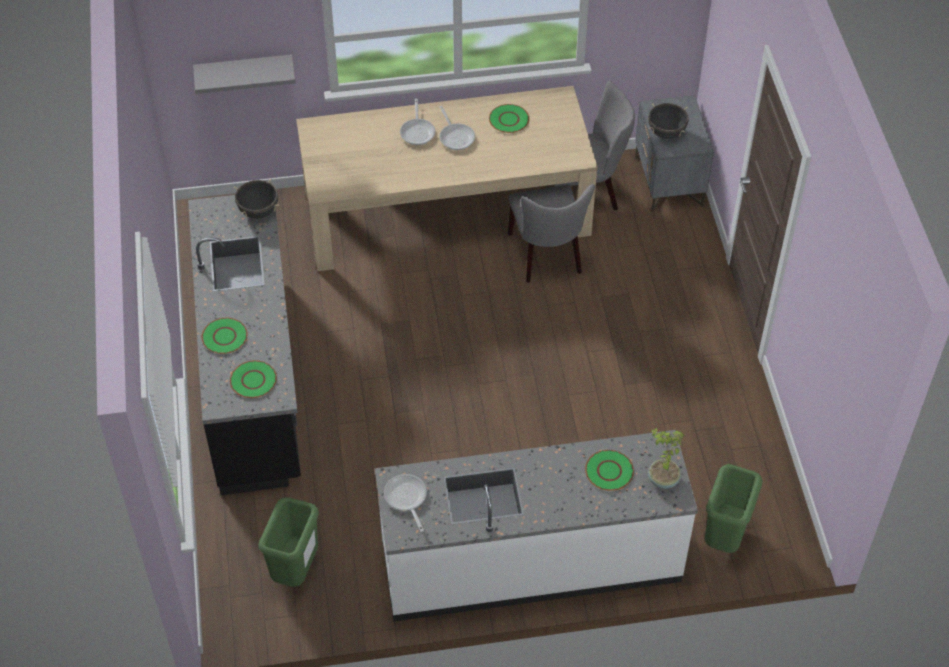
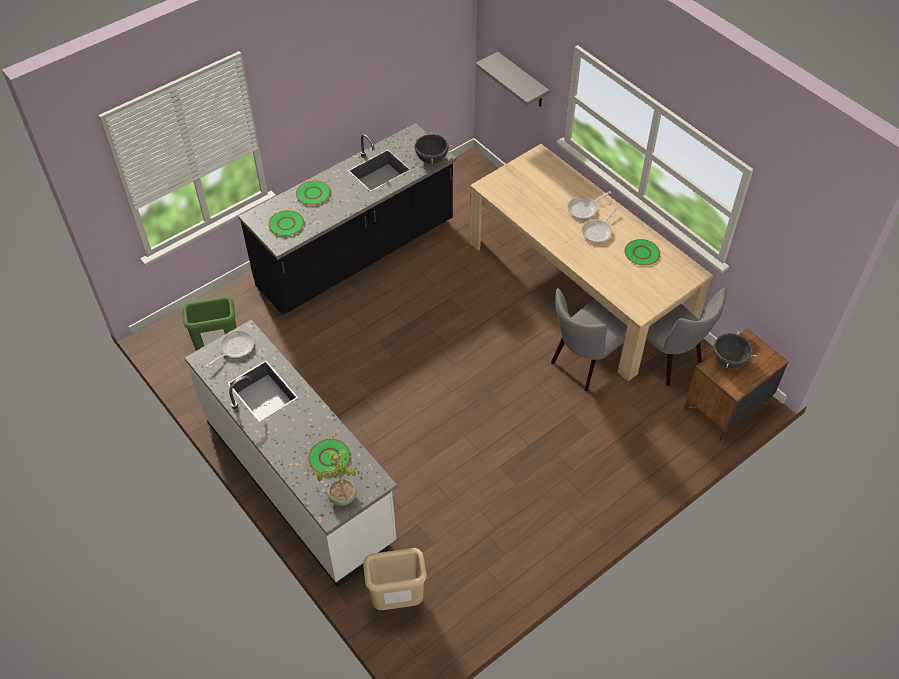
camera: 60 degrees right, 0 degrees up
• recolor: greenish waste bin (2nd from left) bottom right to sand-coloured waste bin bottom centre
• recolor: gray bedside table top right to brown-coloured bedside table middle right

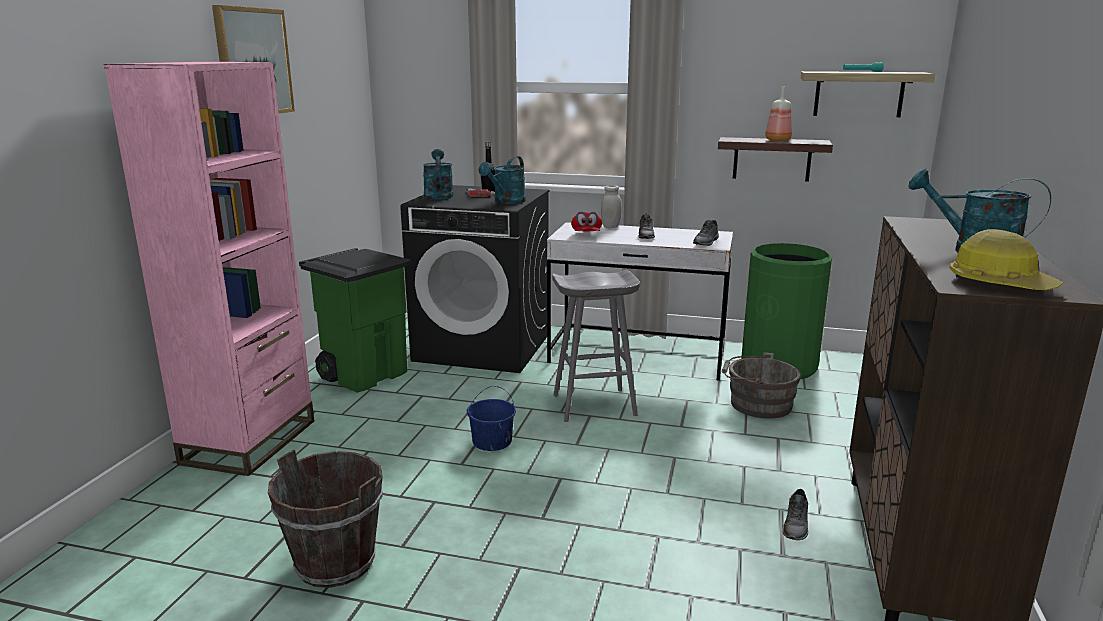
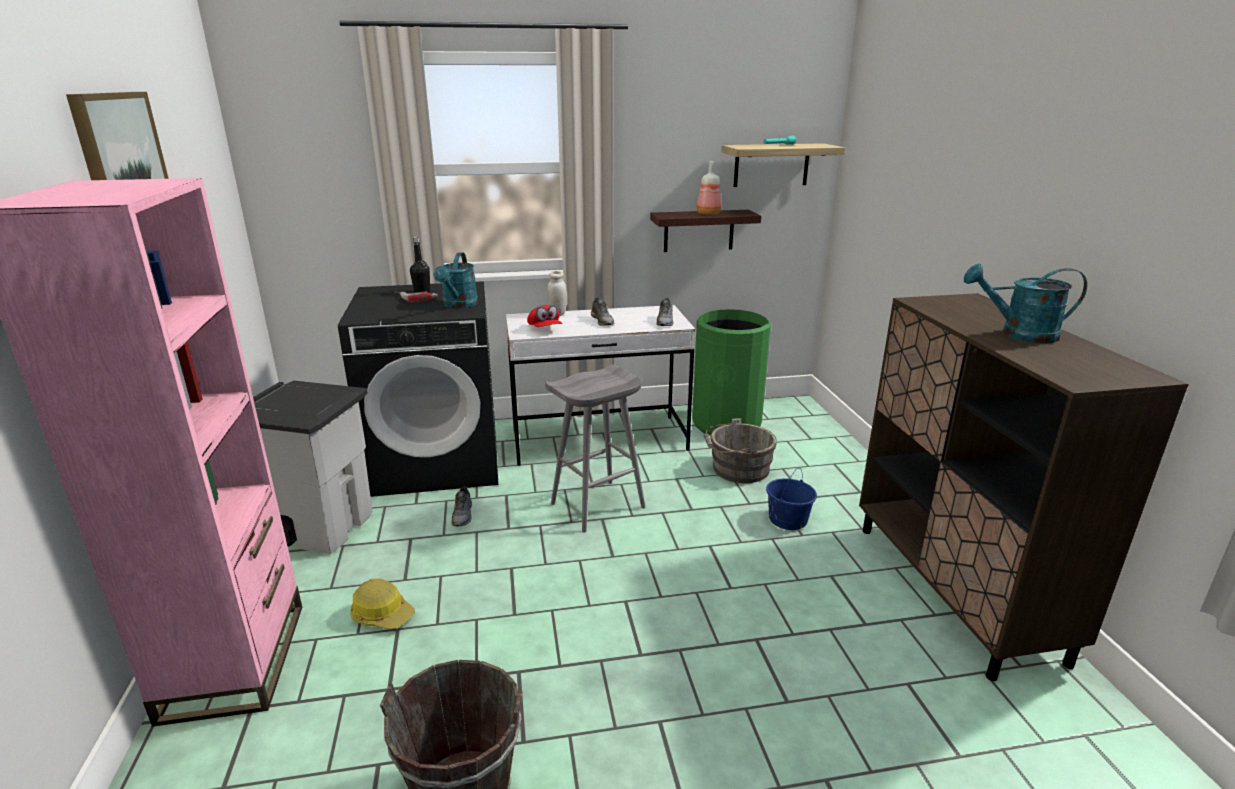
camera: 25 degrees left, 5 degrees up
• recolor: greenish waste bin (1st from left) middle left to gray waste bin middle left
• move: hard hat middle right to bottom left
• move: gray shoe (3rd from left in the first image) bottom right to gray shoe (1st from left) centre
• move: bluish water bucket bottom centre to centre
• delete: turquoise watering can (1st from left) top centre

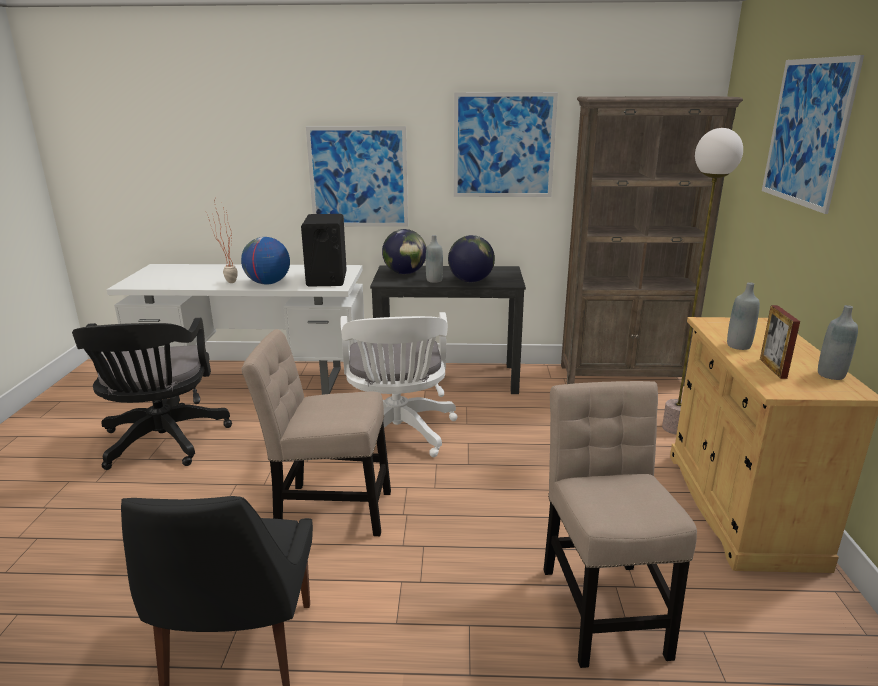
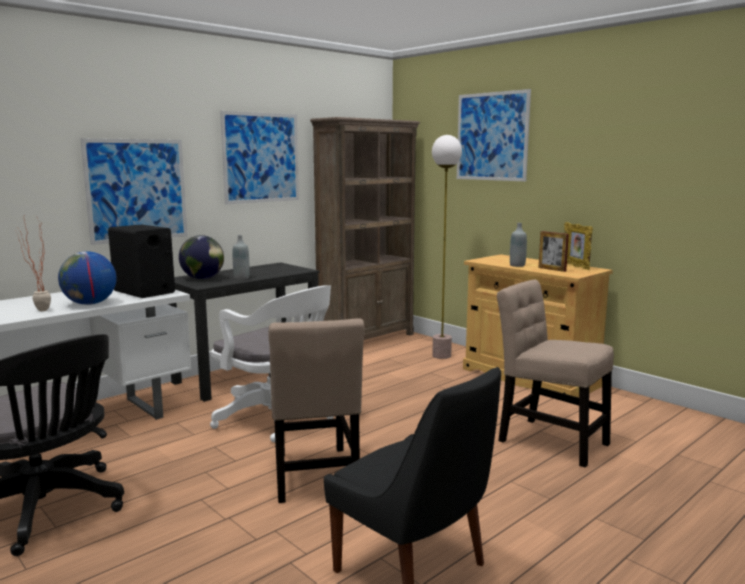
camera: 45 degrees left, 10 degrees down
• rotate: sand-coloured chair (1st from left) centre = bottom centre 60 degrees counterclockwise
• replace: gray drink bottle (3rd from left) middle right to photo frame (2nd from left) middle right
• delete: world globe (3rd from left) centre

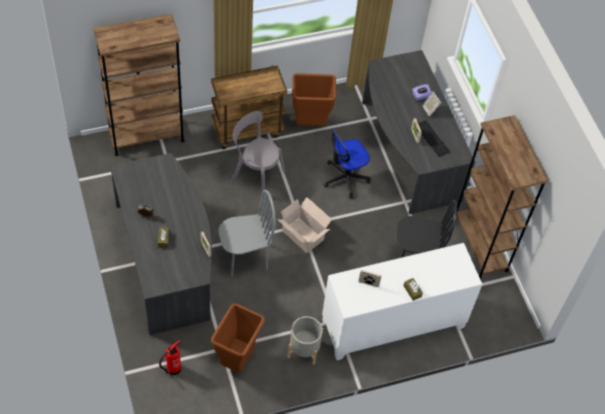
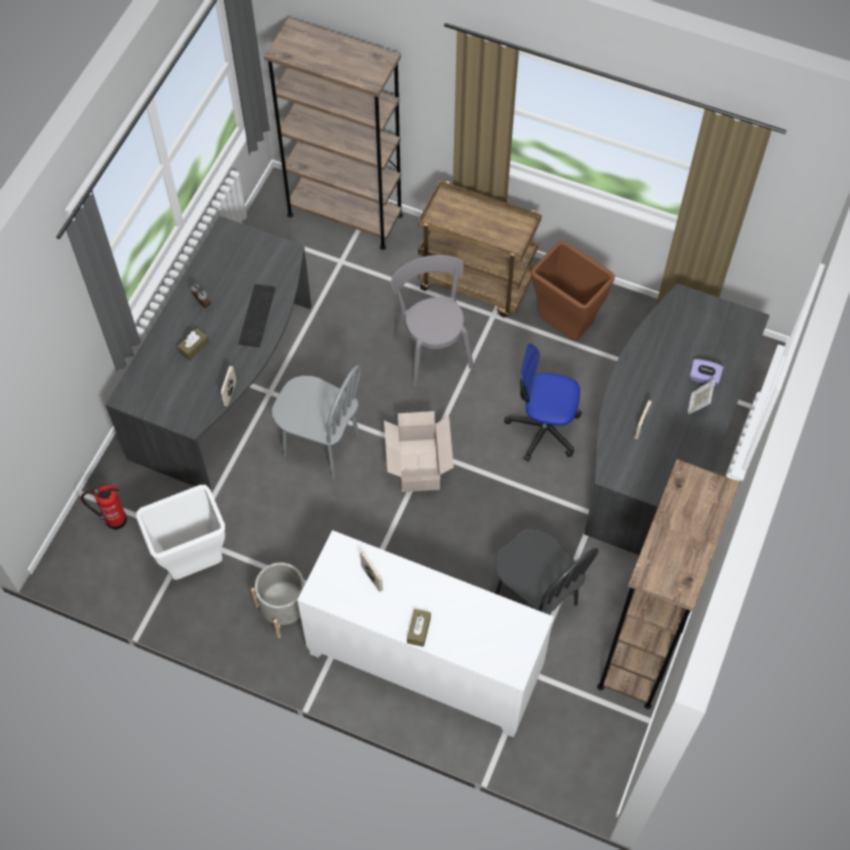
camera: 45 degrees right, 5 degrees up
• recolor: brown-coloured waste bin (1st from left) bottom centre to white waste bin middle left
• move: keyboard middle right to middle left

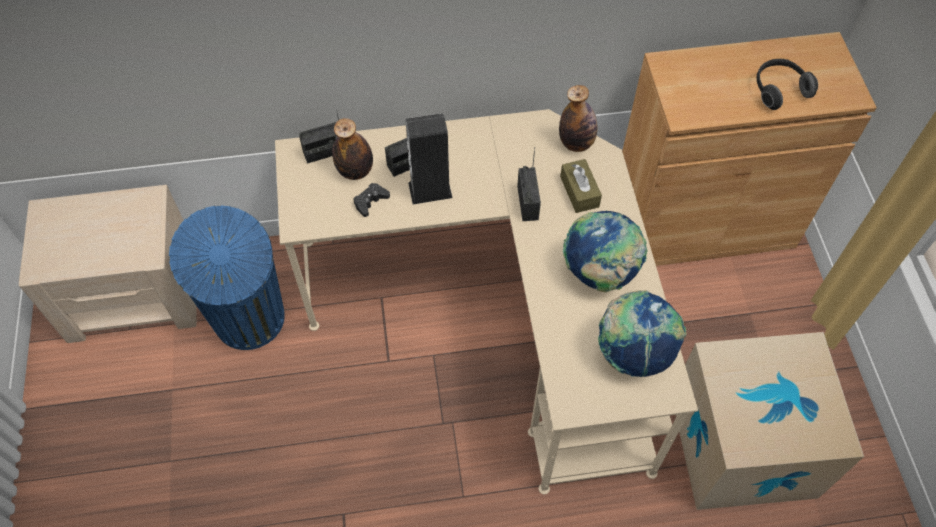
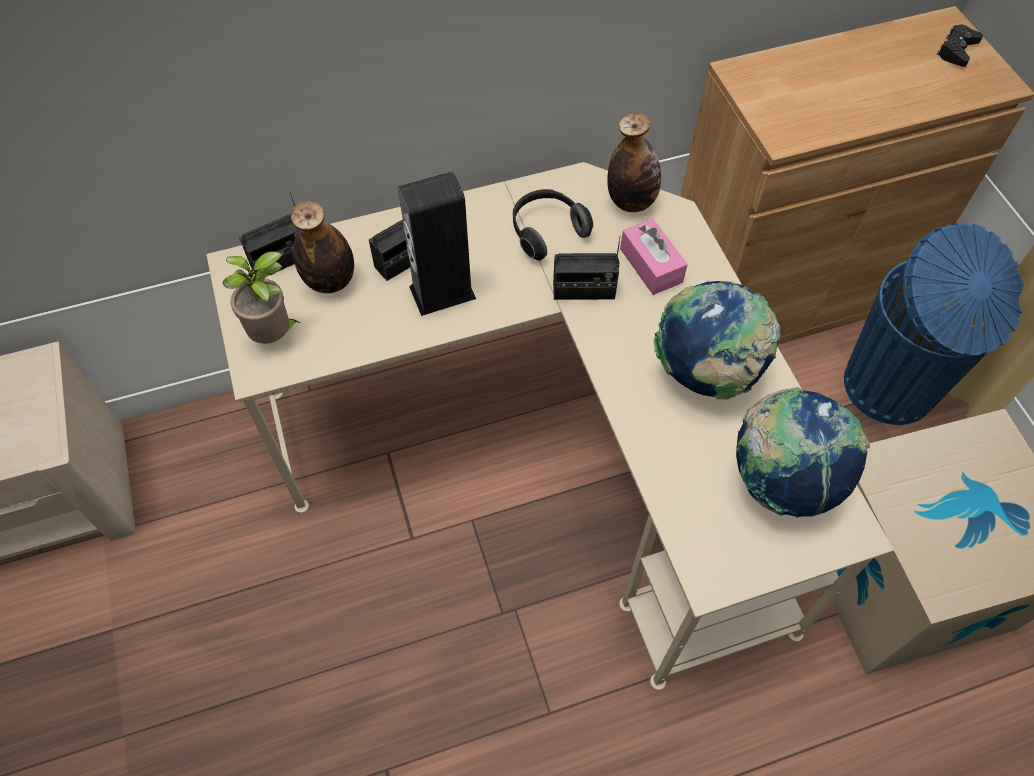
camera: 10 degrees left, 0 degrees up
• insert: houseplant middle left
• move: headphones top right to top centre
• rotate: radio set (3rd from left) centre = centre 105 degrees clockwise
• recolor: brown-coloured box of tissues centre to pink-coloured box of tissues top centre
• move: bluish waste bin middle left to middle right
• move: black joypad centre to top right

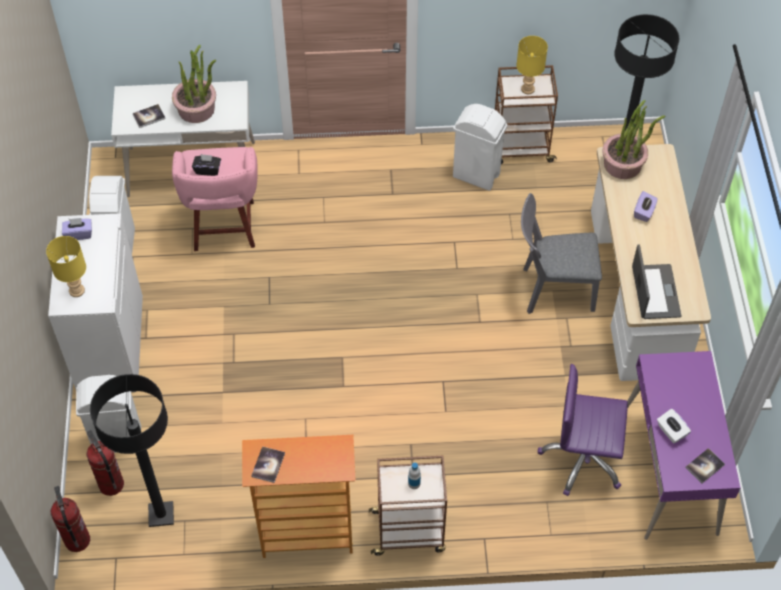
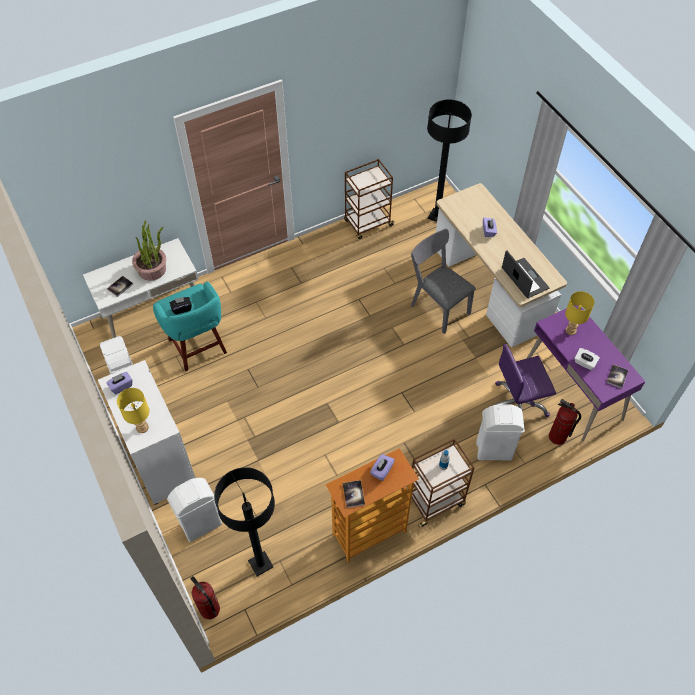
camera: 25 degrees left, 0 degrees up
• recolor: pink-coloured stool seat middle left to turquoise stool seat middle left
• insert: purplish box of tissues (2nd from left) bottom centre
• rotate: gray chair middle right = centre 75 degrees clockwise
• move: white waste bin (3rd from left) top centre to middle right
• move: fire extinguisher (2nd from left) bottom left to middle right
• move: yellow-coloured lamp for a table (2nd from left) top right to middle right
• delete: houseplant (2nd from left) top right

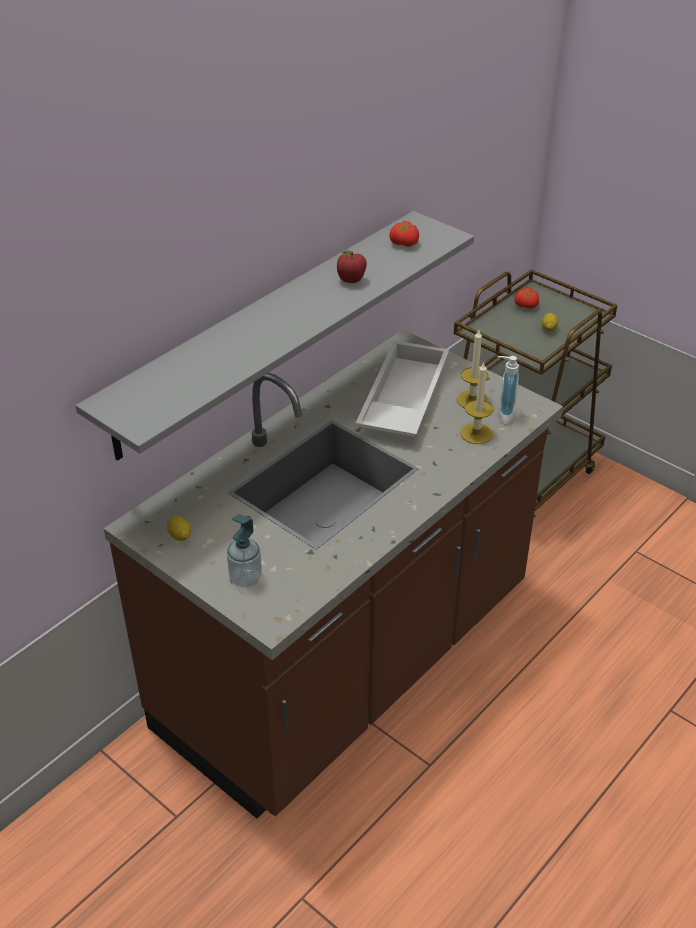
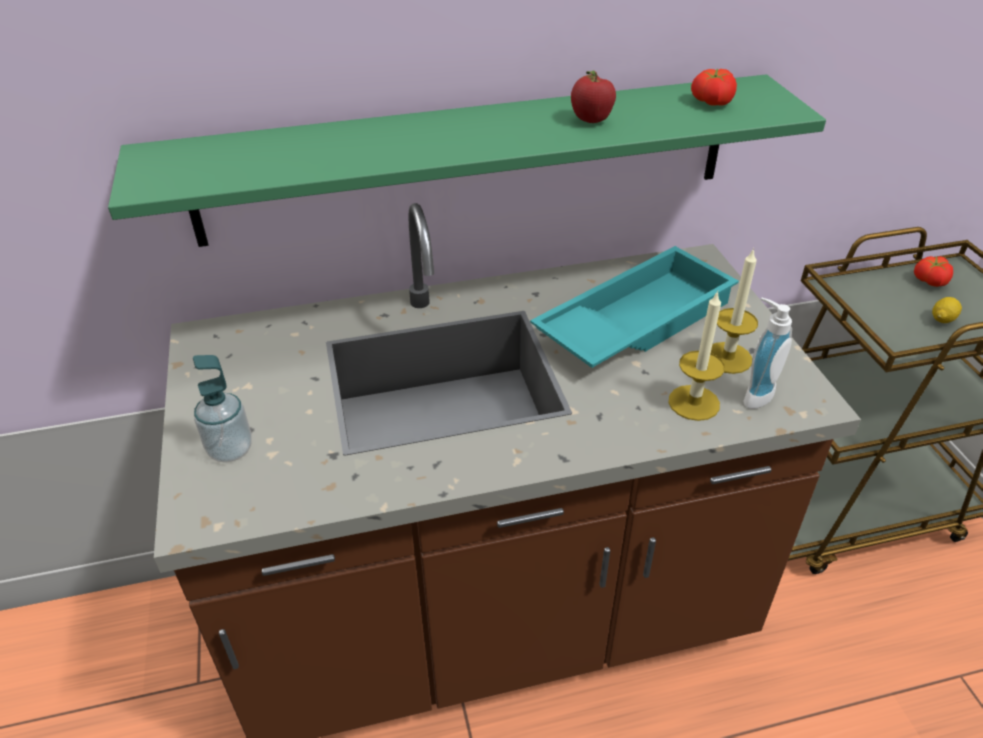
camera: 35 degrees right, 0 degrees up
• recolor: gray bracket shelf centre to greenish bracket shelf top centre
• recolor: white serving tray centre to turquoise serving tray centre
• delete: whole lemon (1st from left) middle left

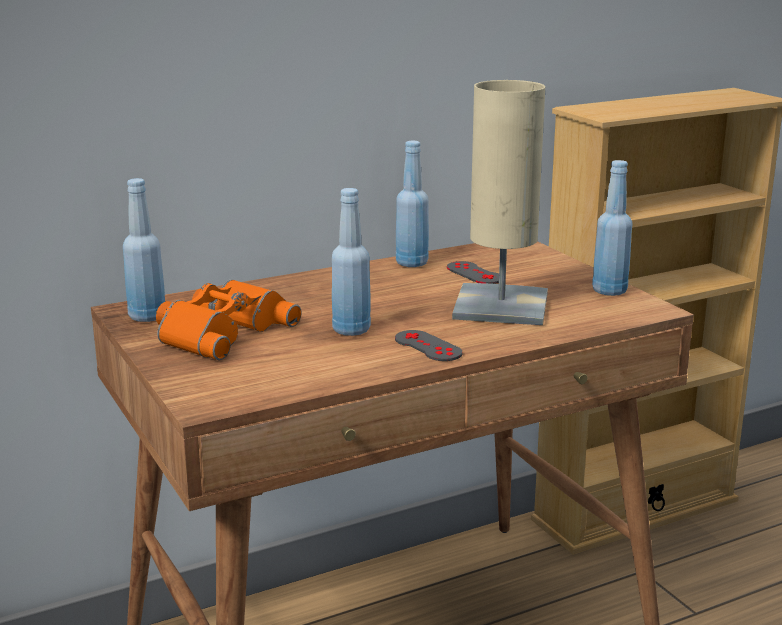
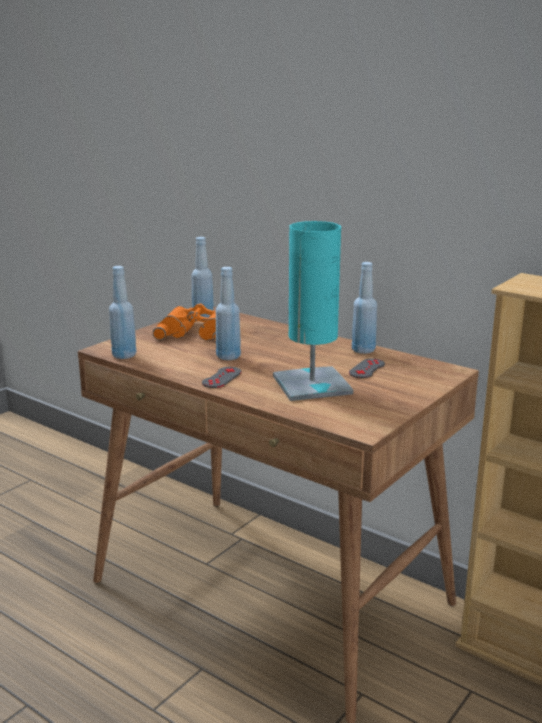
camera: 65 degrees right, 0 degrees up
• move: bluish drink bottle (4th from left in the first image) middle right to bluish drink bottle (1st from left) middle left
• recolor: sand-coloured lamp for a table top centre to turquoise lamp for a table centre

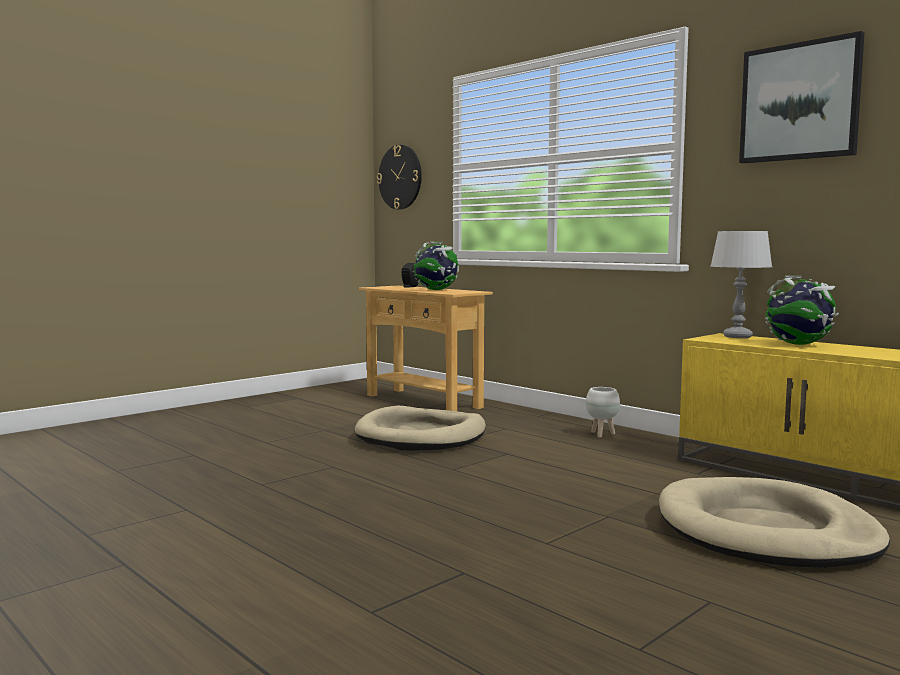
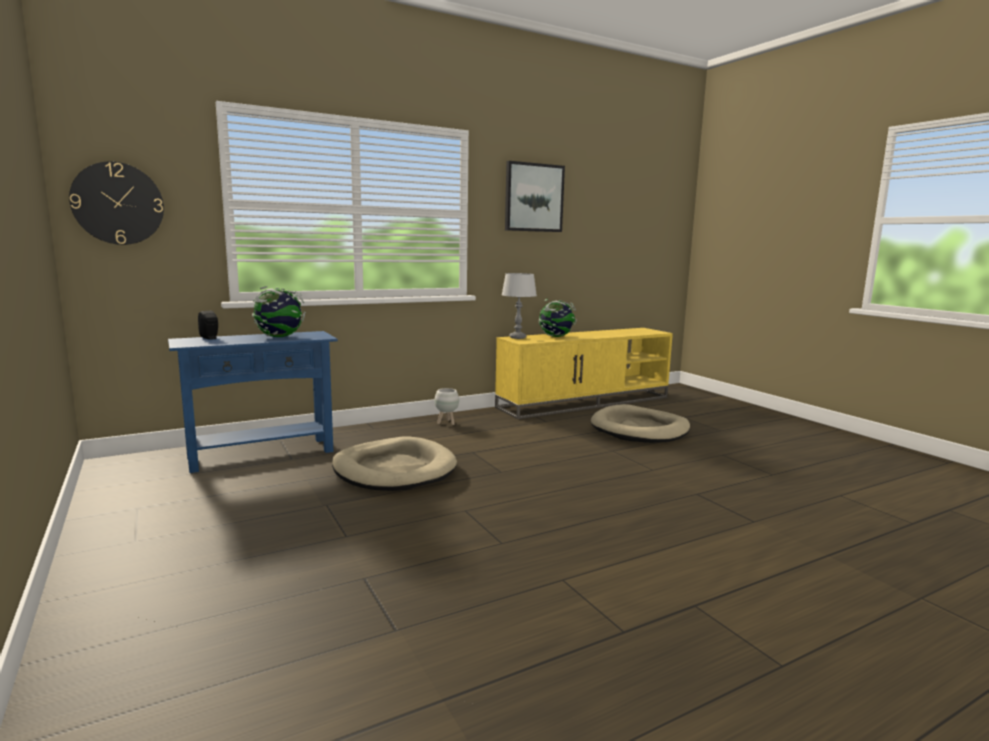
camera: 75 degrees left, 5 degrees up
• recolor: sand-coloured console table centre to bluish console table middle left

